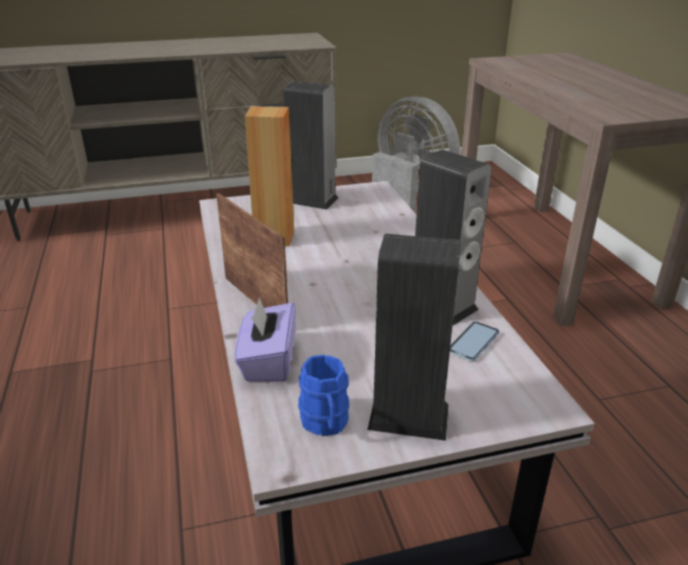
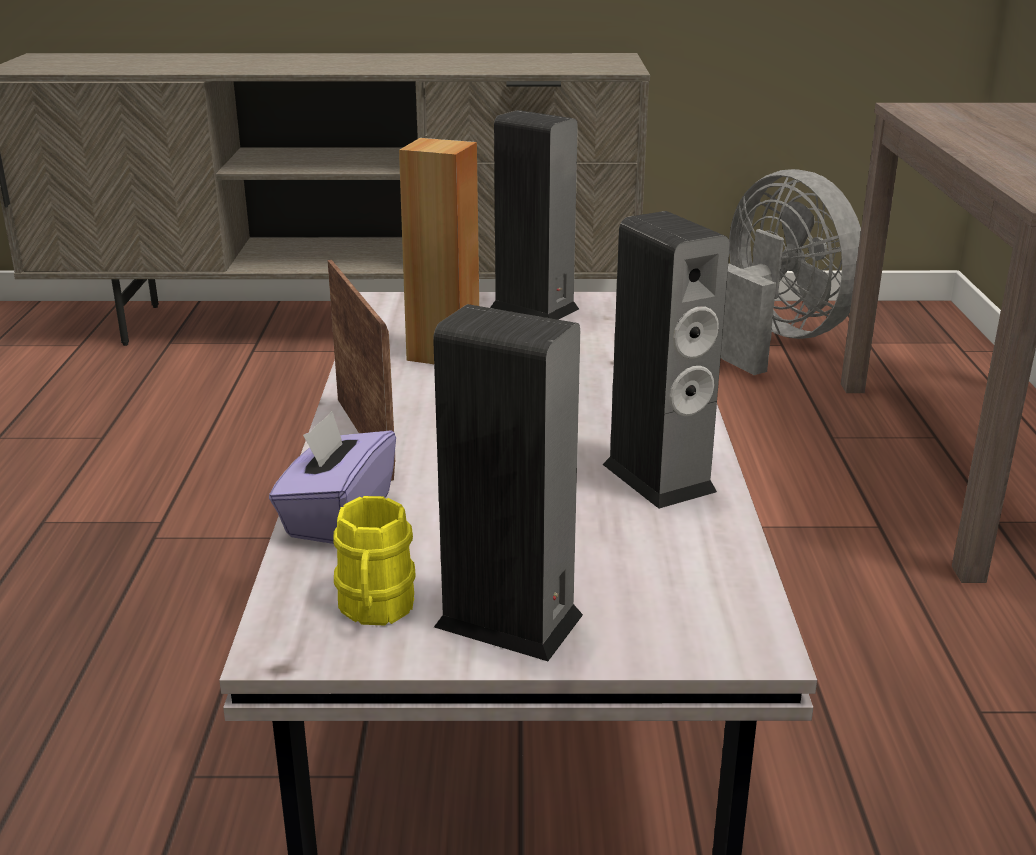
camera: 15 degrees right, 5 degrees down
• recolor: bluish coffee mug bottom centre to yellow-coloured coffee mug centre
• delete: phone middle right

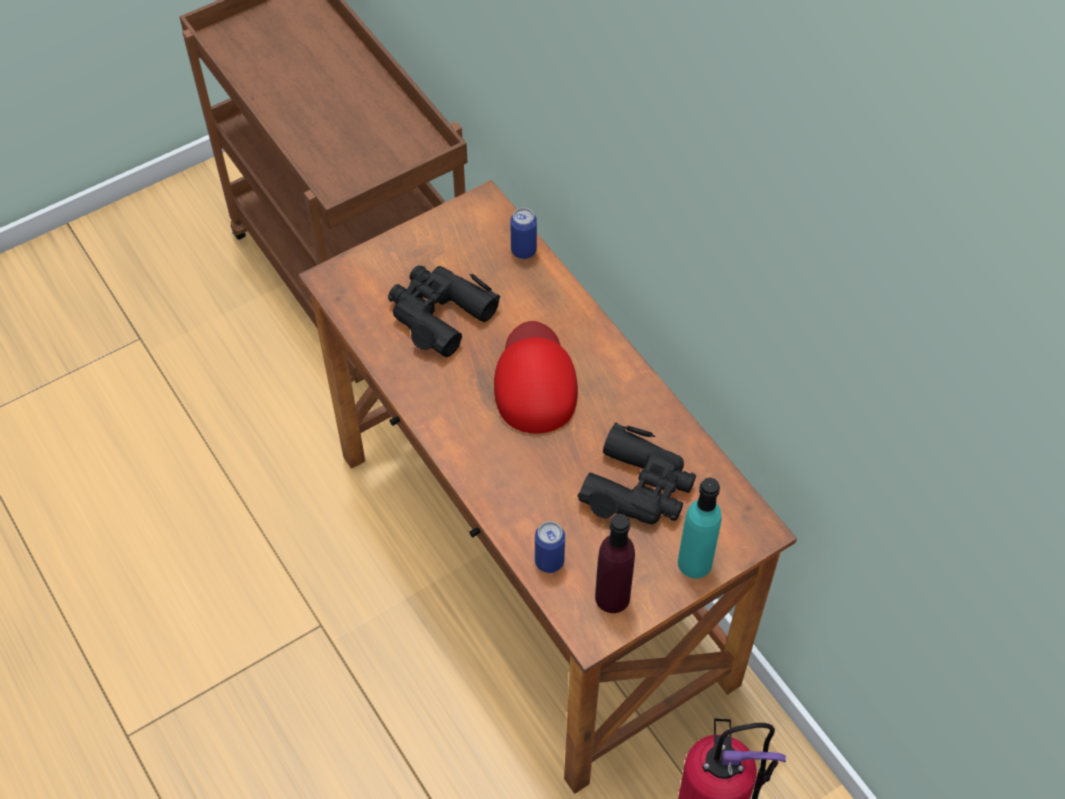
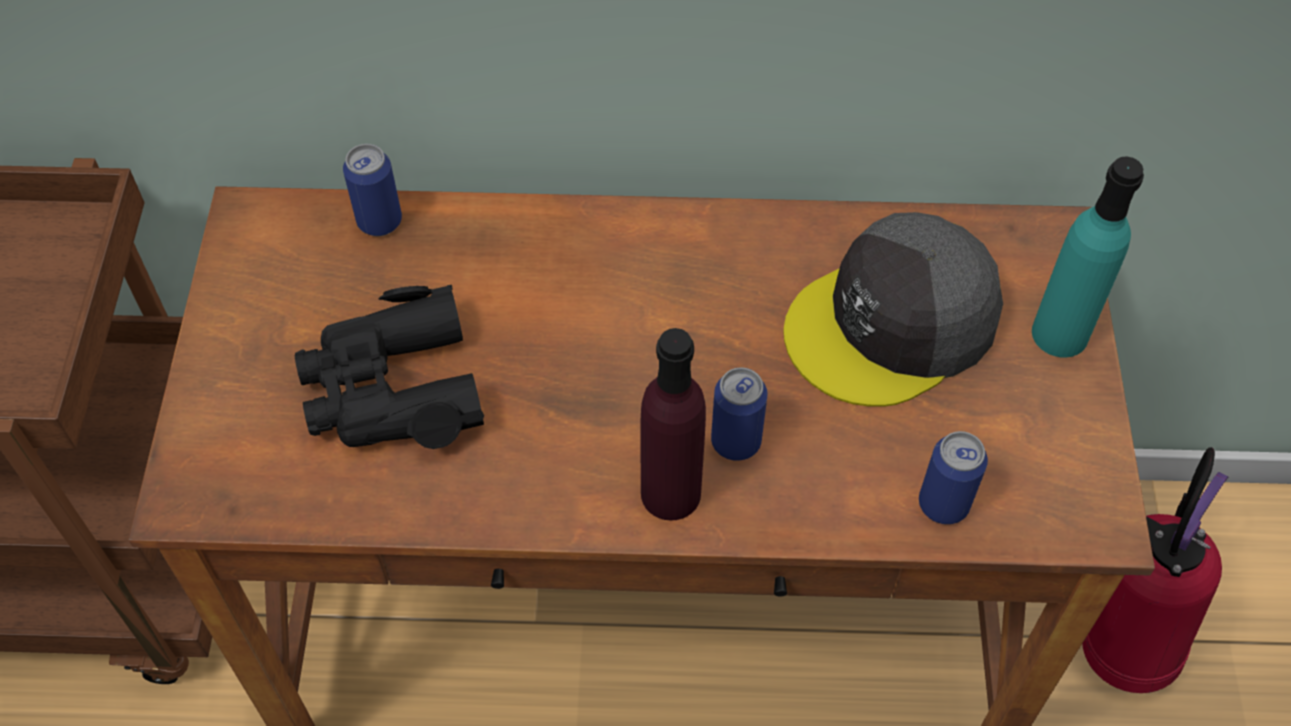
camera: 55 degrees left, 0 degrees up
• move: purplish drink bottle bottom centre to centre
• insert: sealed can (2nd from left) centre
• replace: black binoculars (2nd from left) centre to gray baseball cap middle right
• delete: red-coloured baseball cap centre

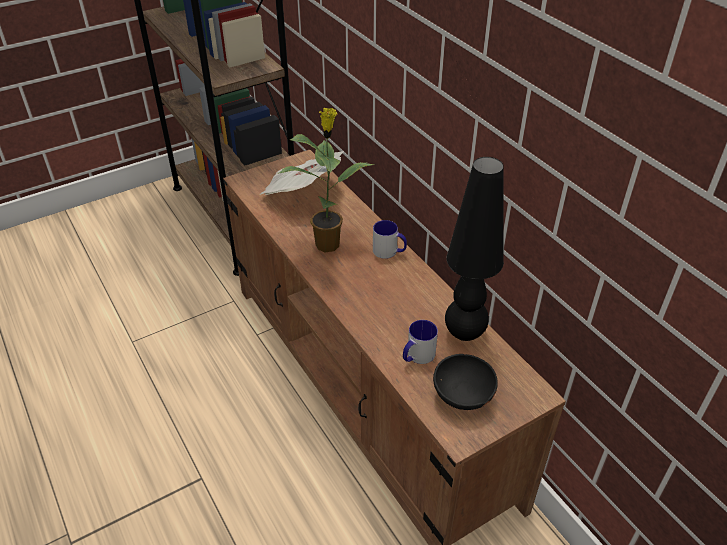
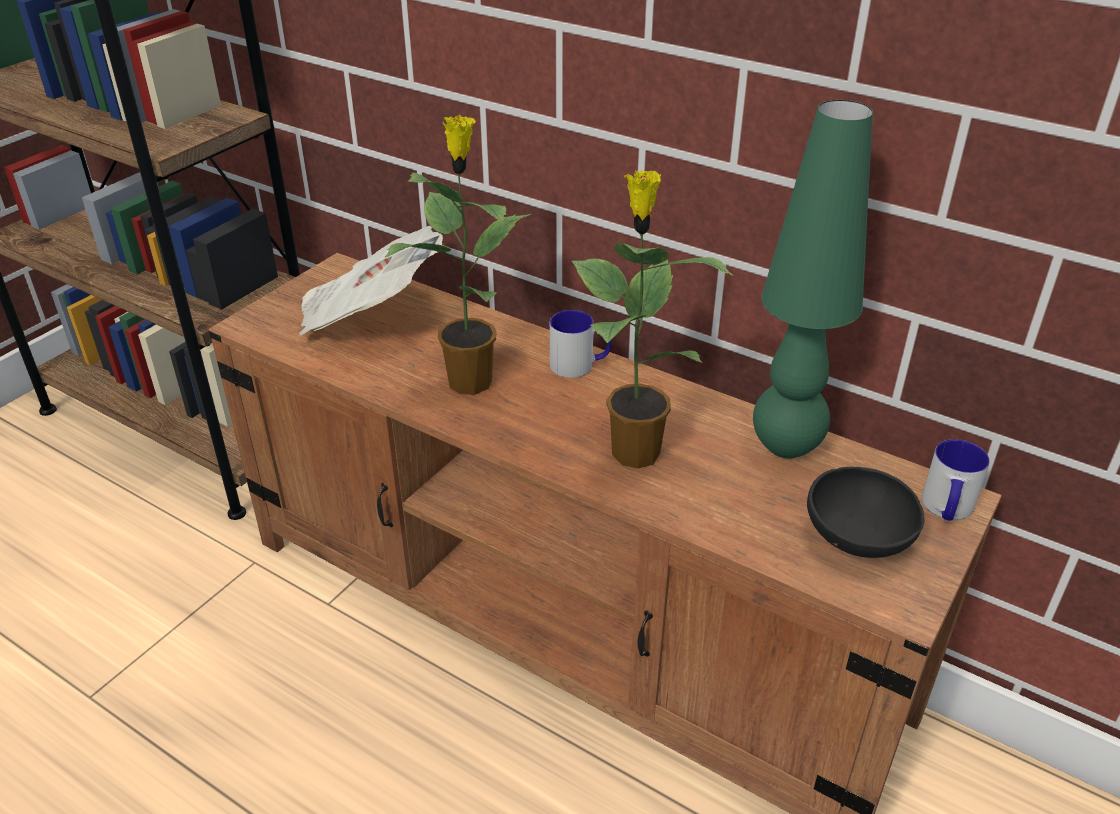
camera: 25 degrees left, 5 degrees down
• insert: houseplant (2nd from left) centre
• recolor: black lamp for a table centre to greenish lamp for a table middle right
• move: coffee mug (2nd from left) centre to middle right

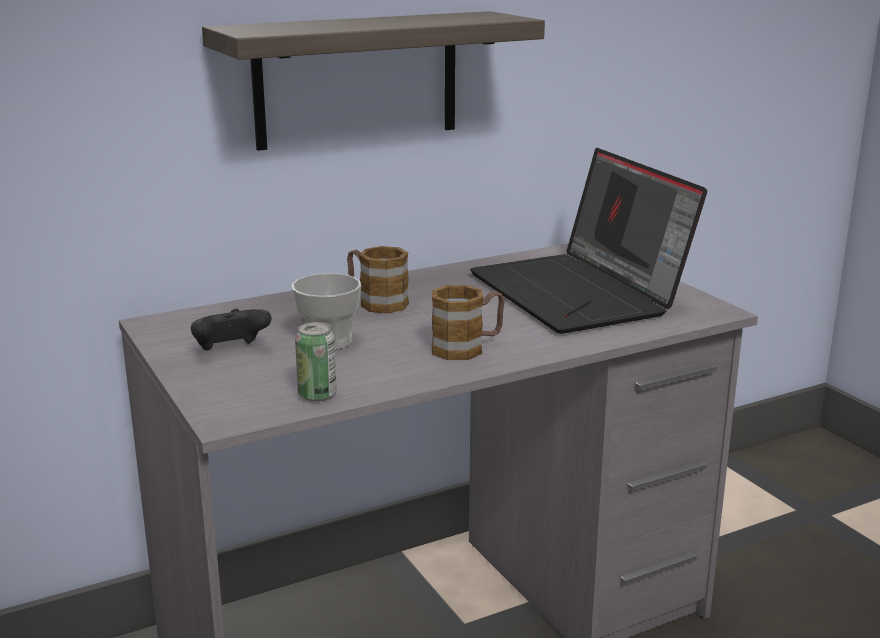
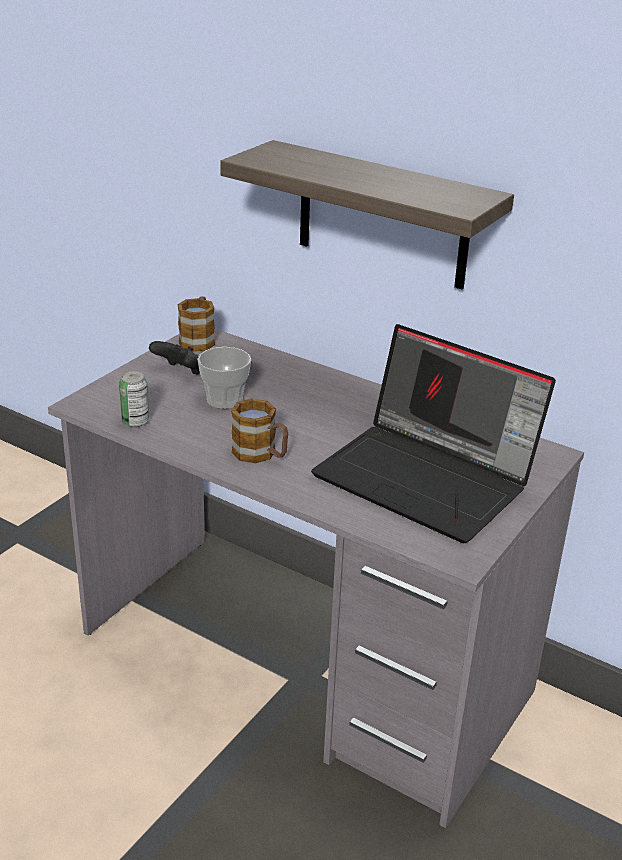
camera: 60 degrees right, 10 degrees up
• move: coffee mug (1st from left) centre to middle left
• rotate: laptop middle right = middle right 90 degrees counterclockwise

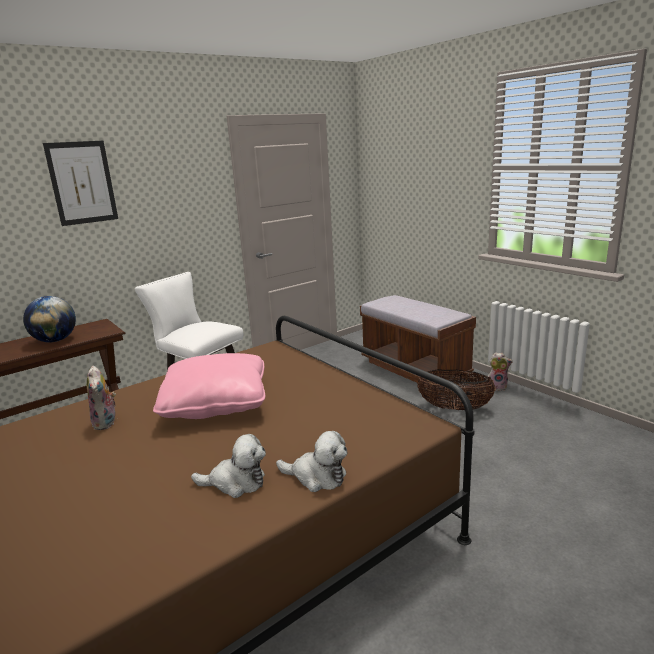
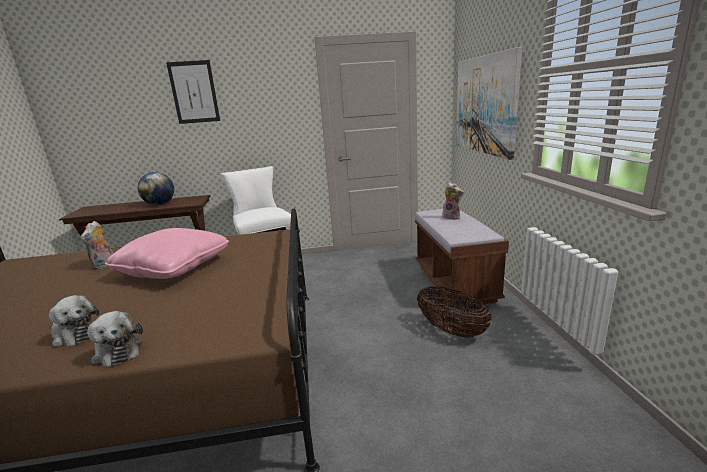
camera: 30 degrees right, 0 degrees up
• move: plush toy (4th from left) middle right to centre
• insert: picture (2nd from left) top right

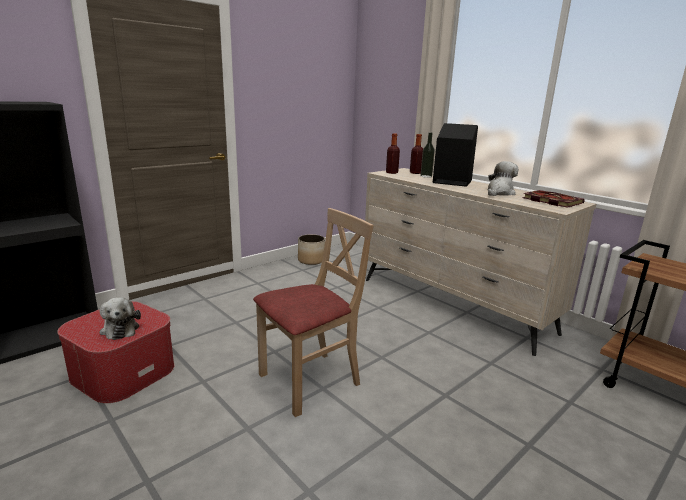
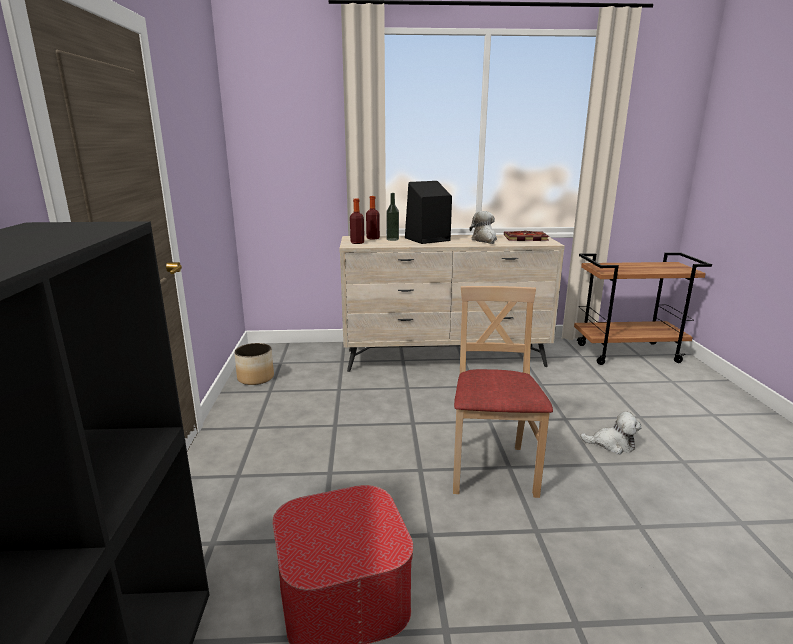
camera: 50 degrees left, 0 degrees up
• move: plush toy (1st from left in the first image) middle left to plush toy (2nd from left) bottom right

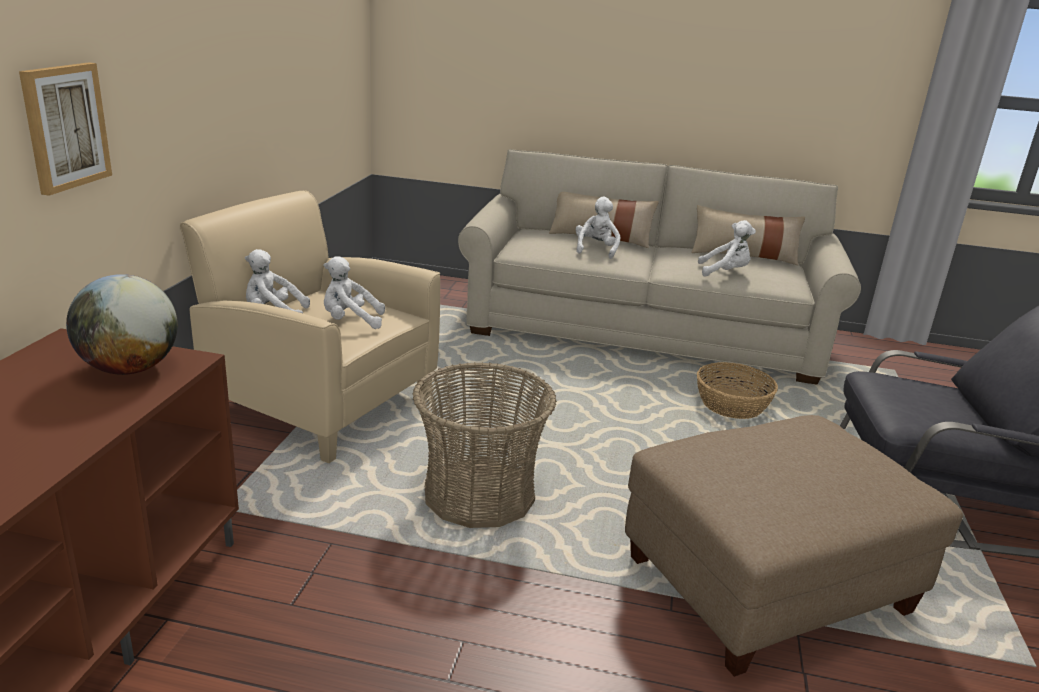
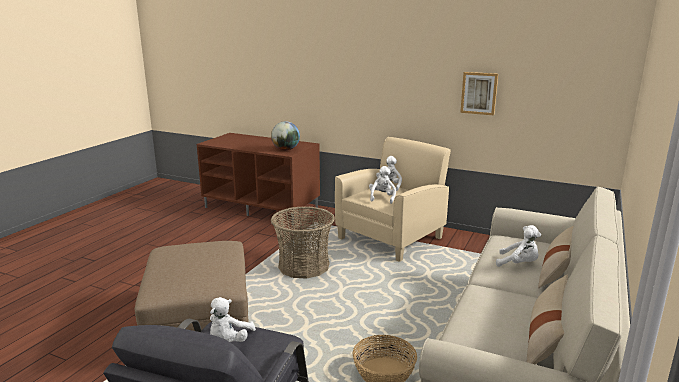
camera: 105 degrees right, 5 degrees down
• move: white plush toy (4th from left in the first image) middle right to white plush toy (1st from left) bottom centre
• move: picture top left to top right

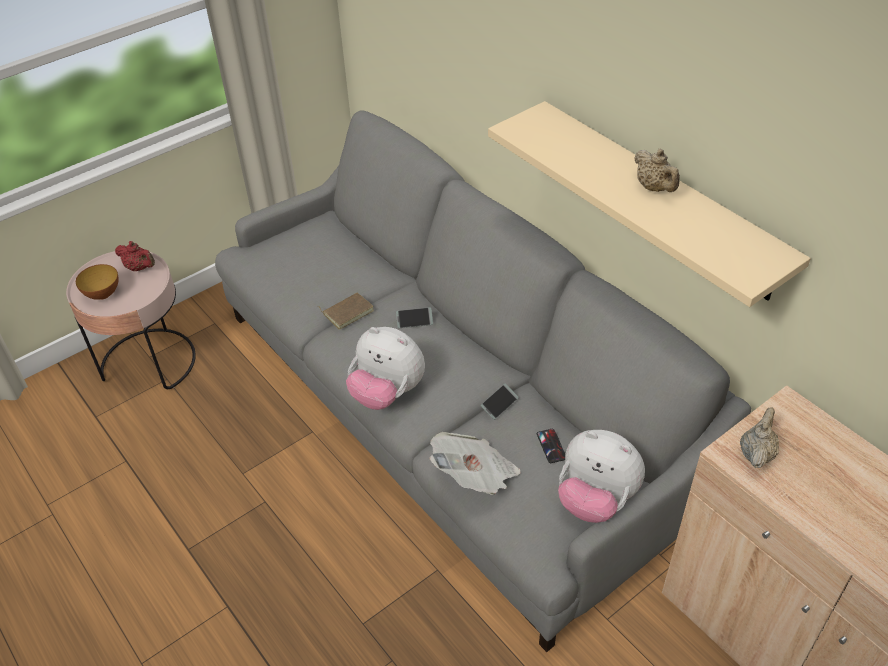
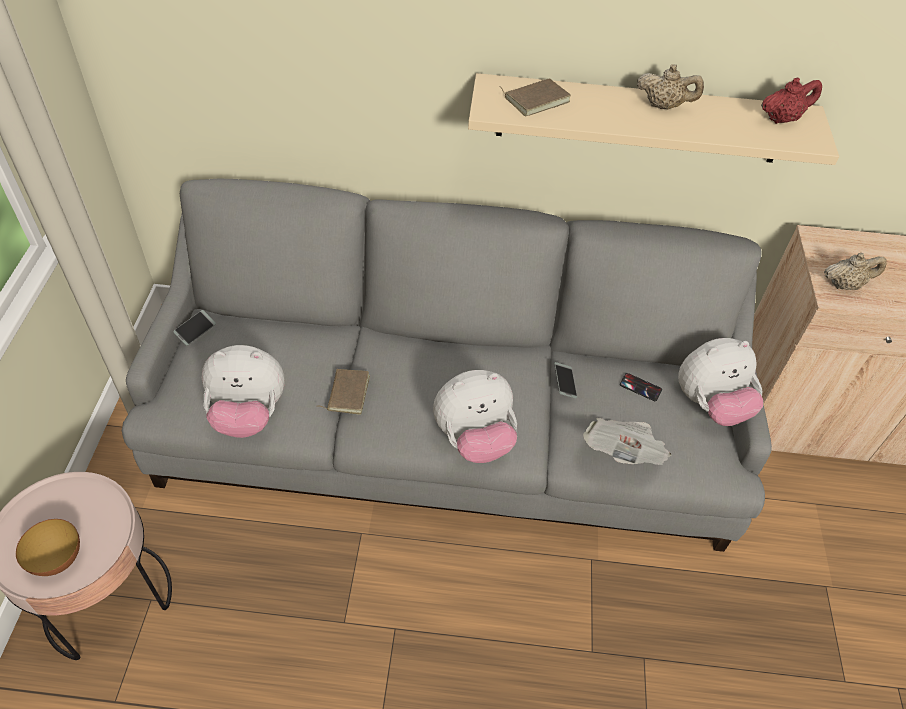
camera: 50 degrees left, 5 degrees up
• move: phone (1st from left) centre to middle left
• insert: plush toy (1st from left) middle left
• insert: brown-coloured volume (2nd from left) top centre
• move: red-coloured teapot middle left to top right
• rotate: sand-coloured teapot (2nd from left) middle right = middle right 105 degrees clockwise

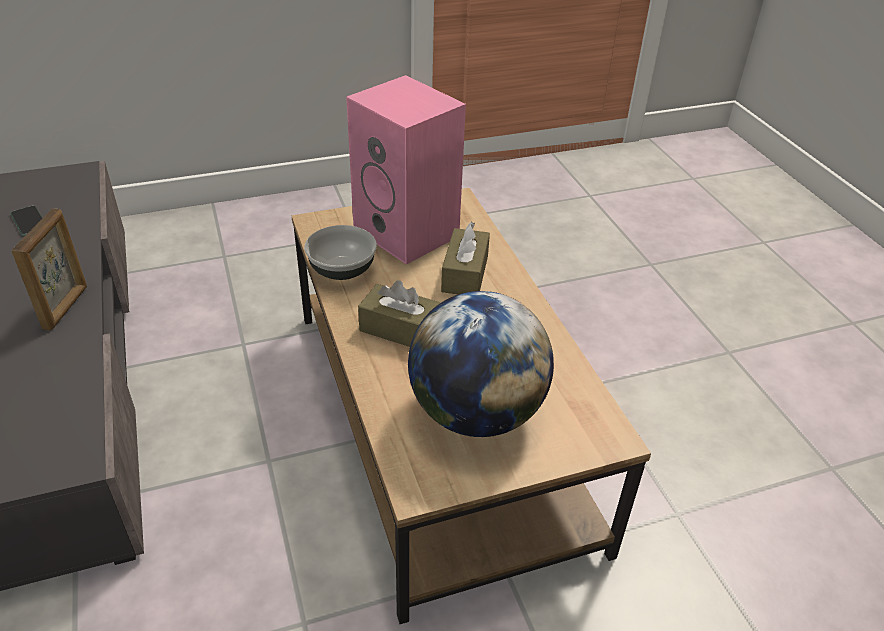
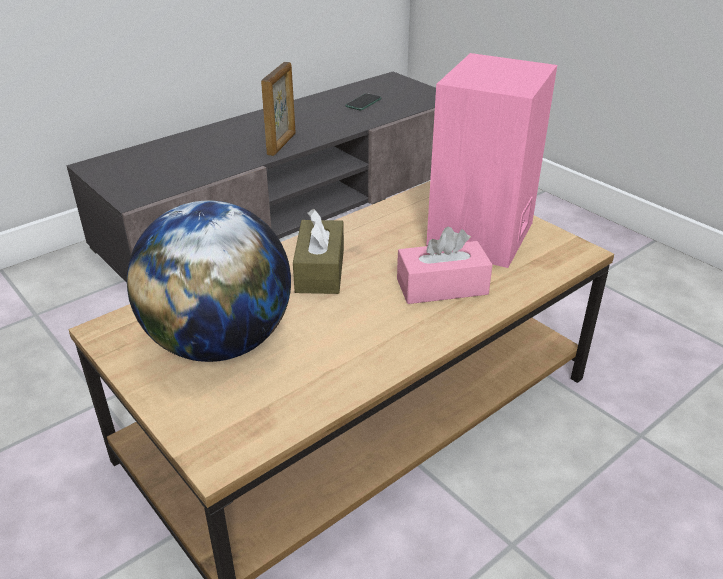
camera: 70 degrees right, 5 degrees down
• rotate: photo frame middle left = top centre 60 degrees counterclockwise
• recolor: brown-coloured box of tissues (2nd from left) centre to pink-coloured box of tissues centre
• delete: bowl centre

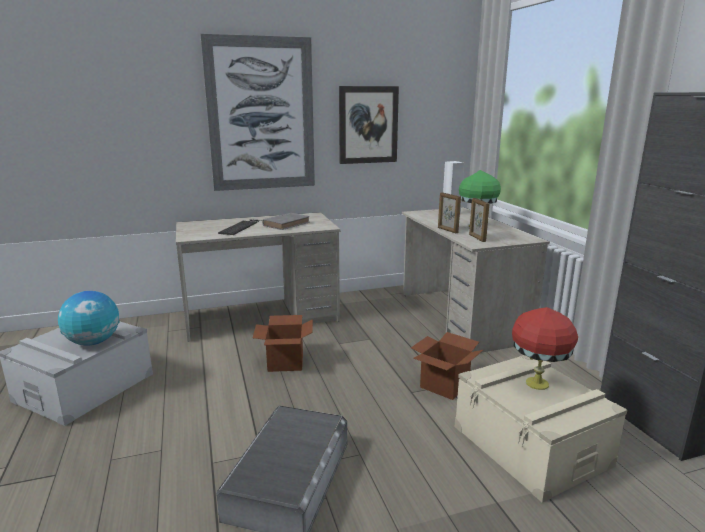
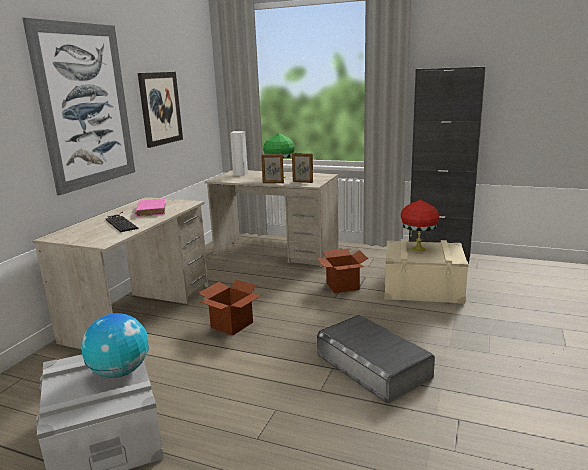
camera: 50 degrees left, 0 degrees up
• recolor: gray volume centre to pink-coloured volume middle left

